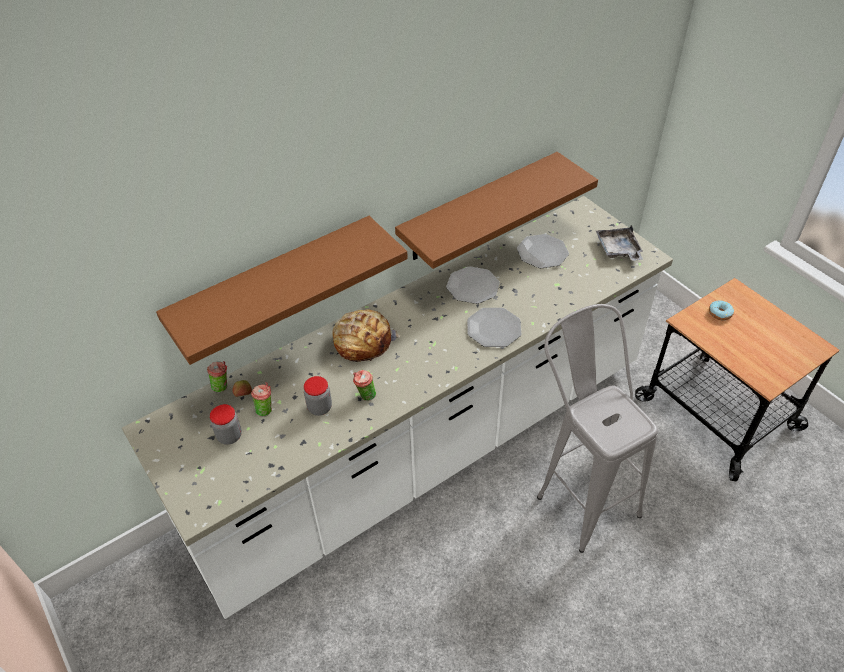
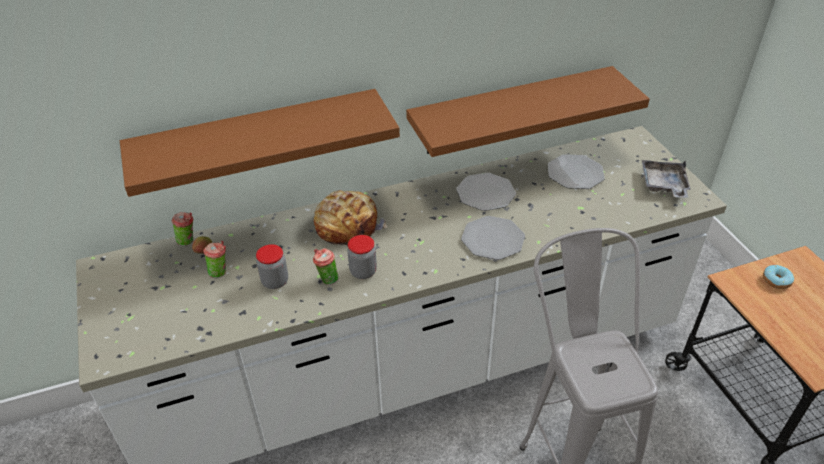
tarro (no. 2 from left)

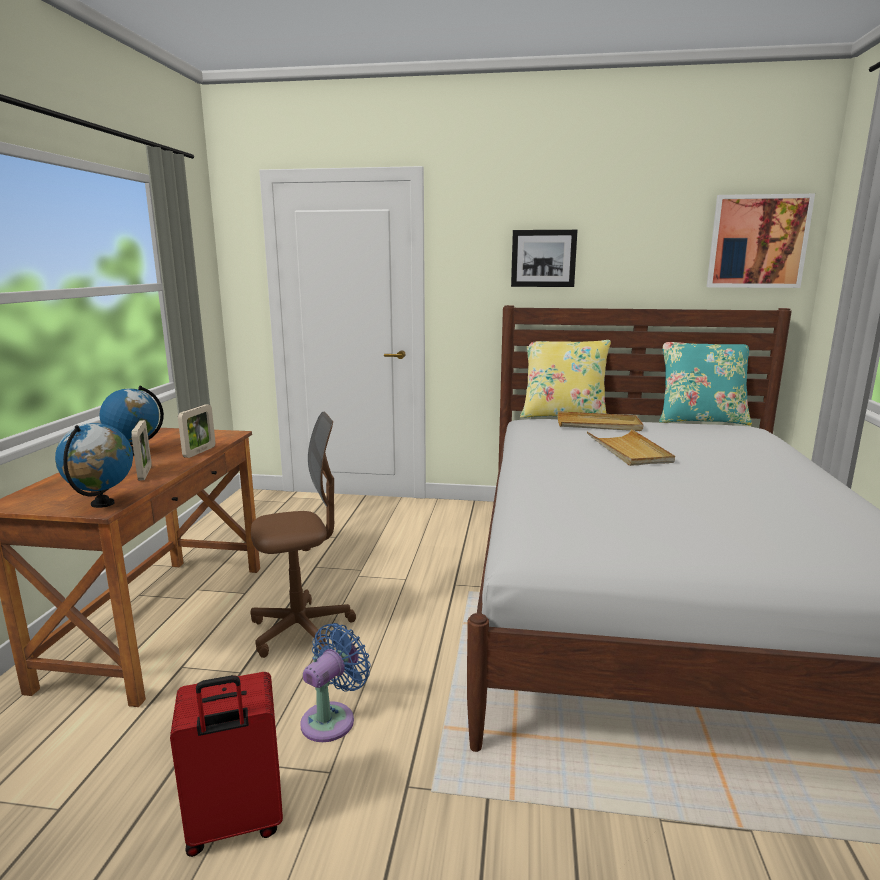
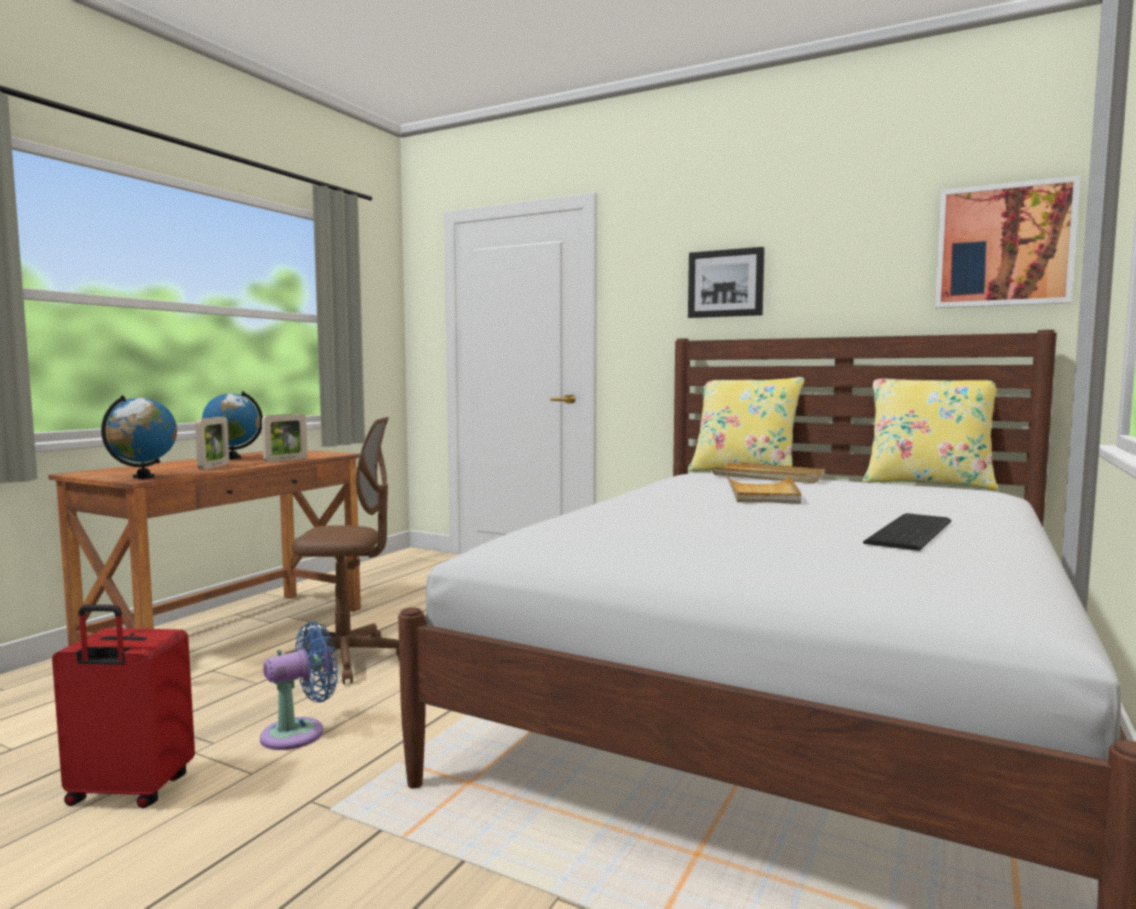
cojín [amarillo] (no. 2 from left); teclado

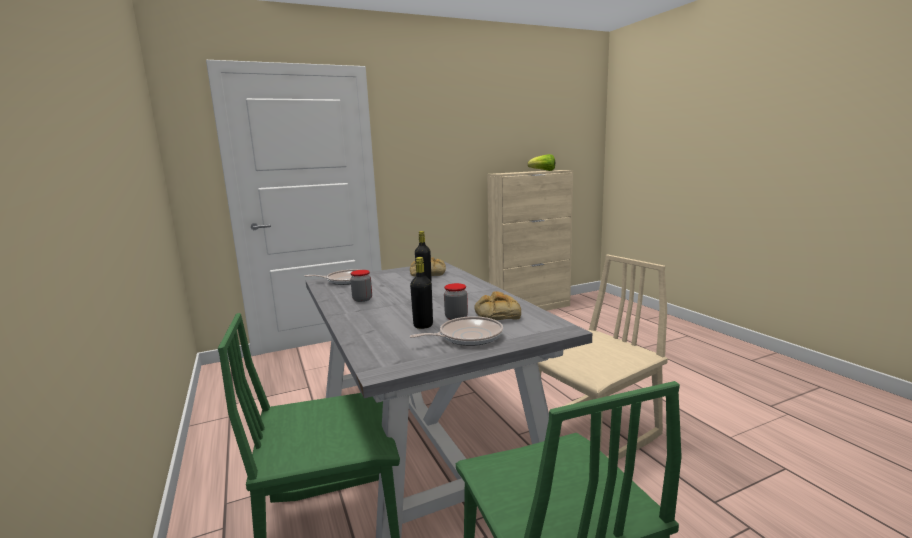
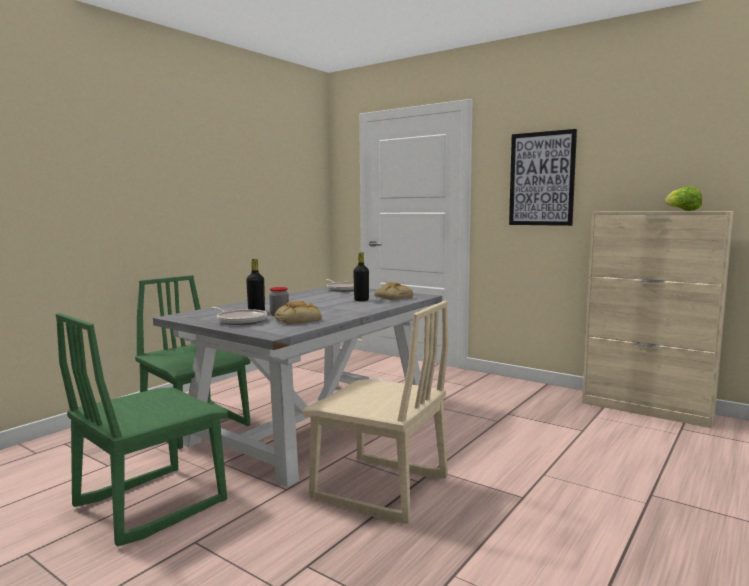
tarro (no. 1 from left in the first image); cuadro

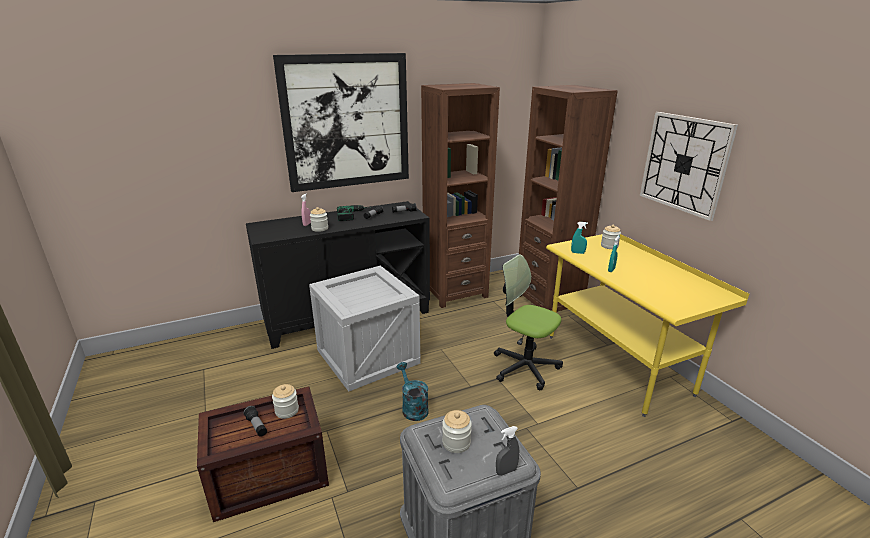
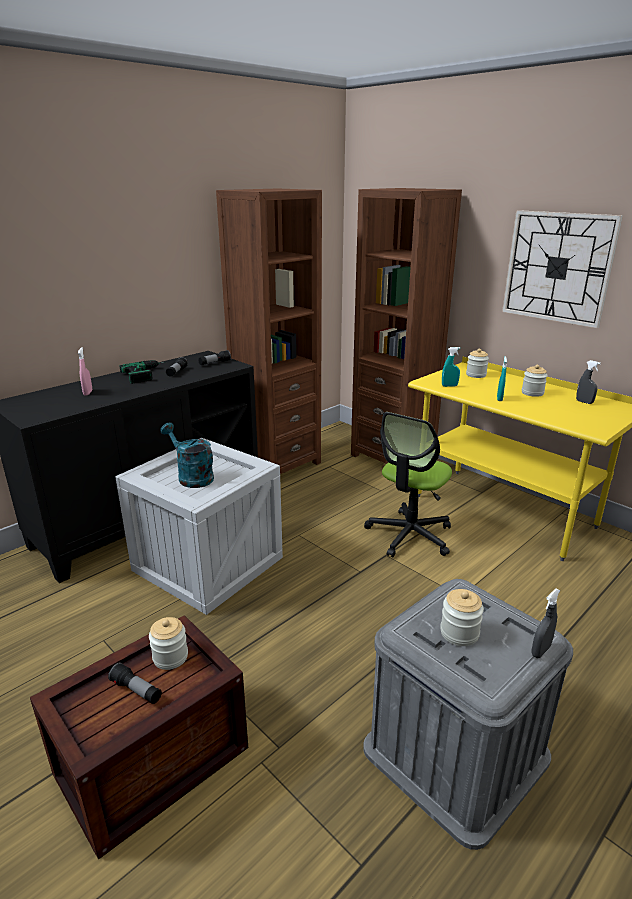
cuadro; tarro (no. 4 from left); regadera [turquesa]; silla de oficina; pulverizador [gris] (no. 2 from left)

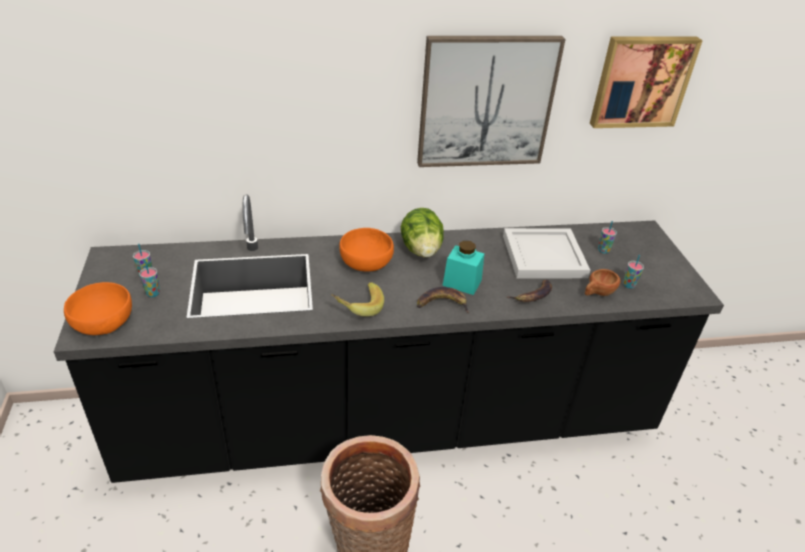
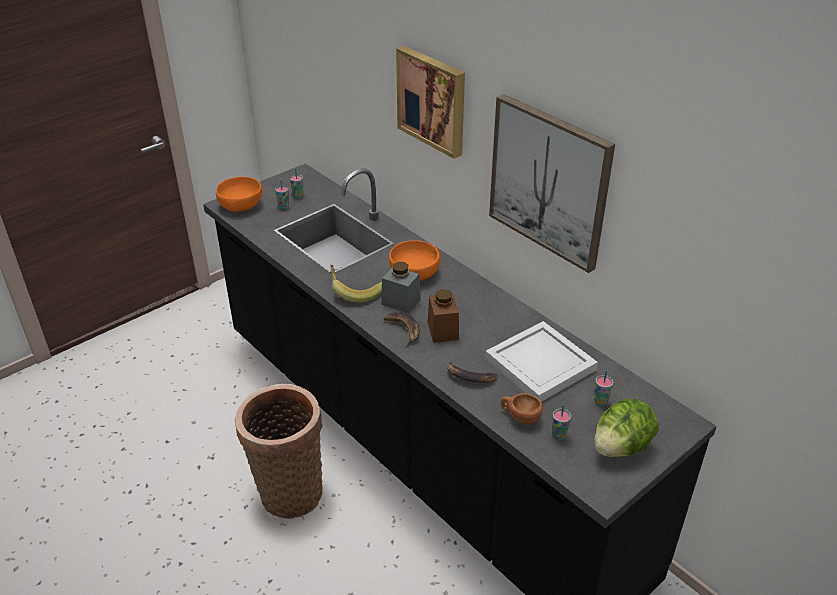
lechuga; tarro [marrón]; cuadro (no. 1 from left); tarro [gris]

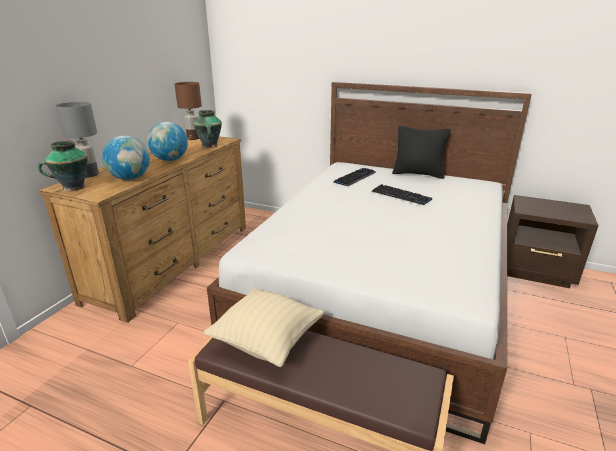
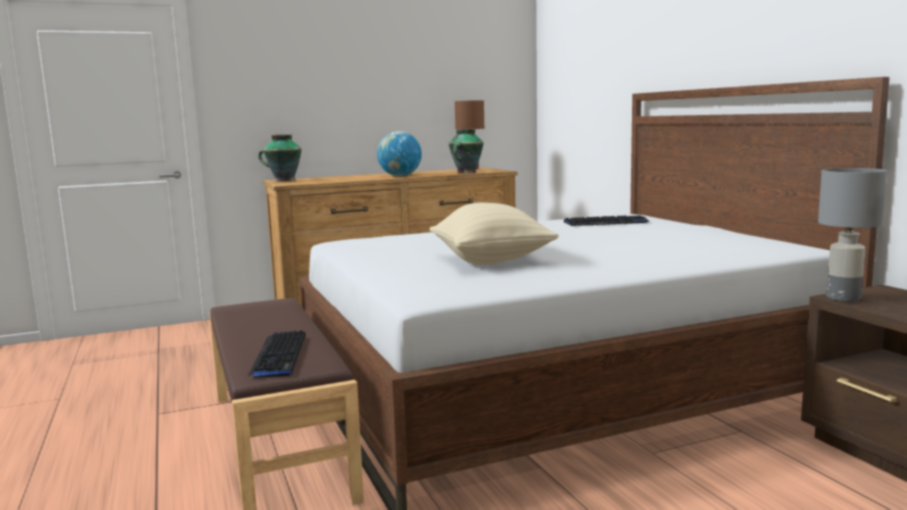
lámpara de mesa [gris]; globo terráqueo (no. 1 from left in the first image); cojín [beis]; teclado (no. 1 from left); cojín [negro]

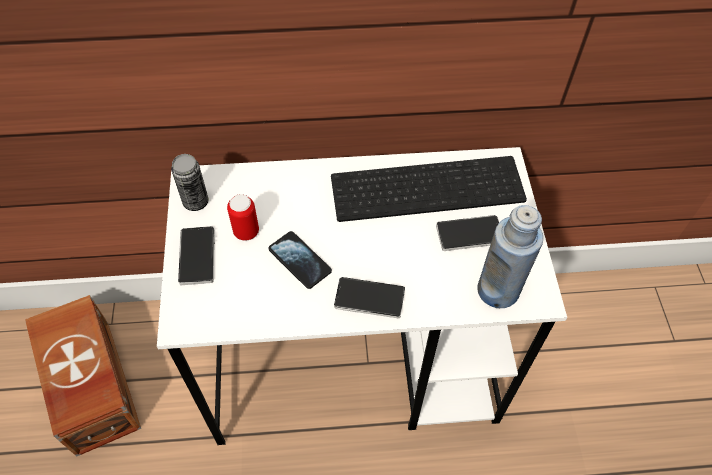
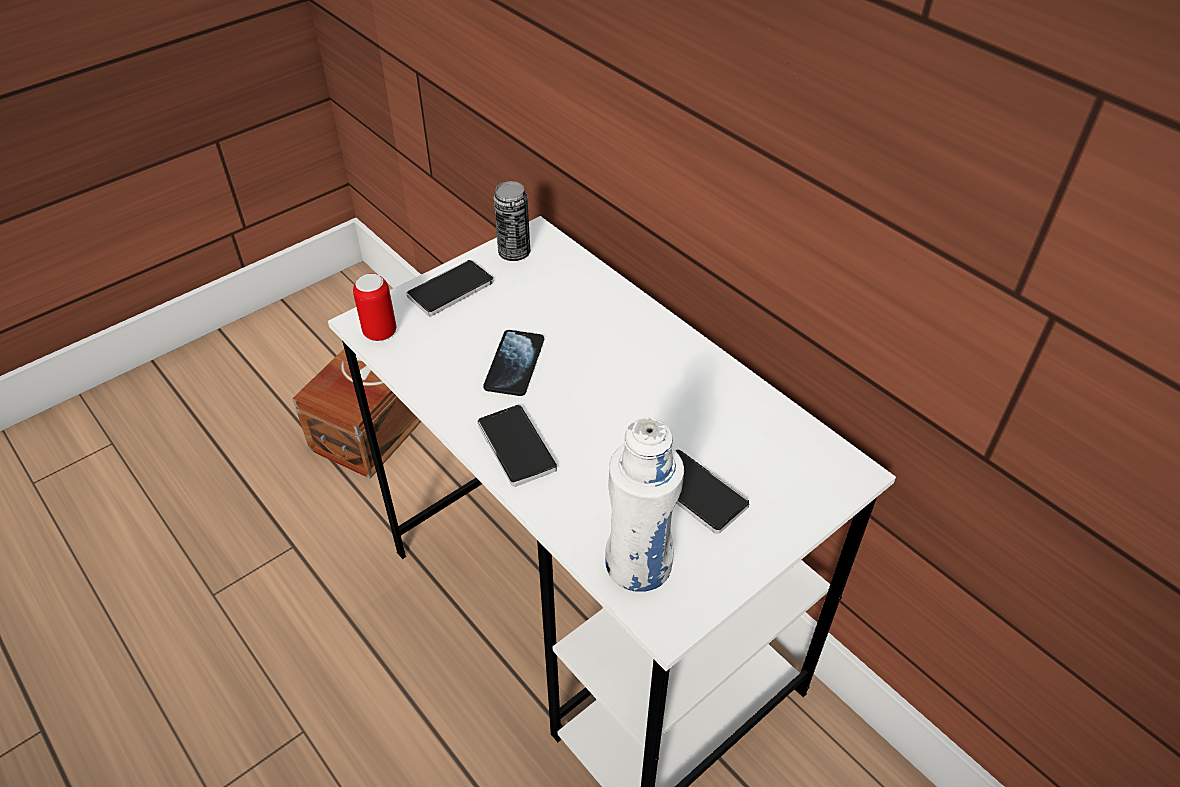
lata (no. 1 from left); teclado; botella [blanco]

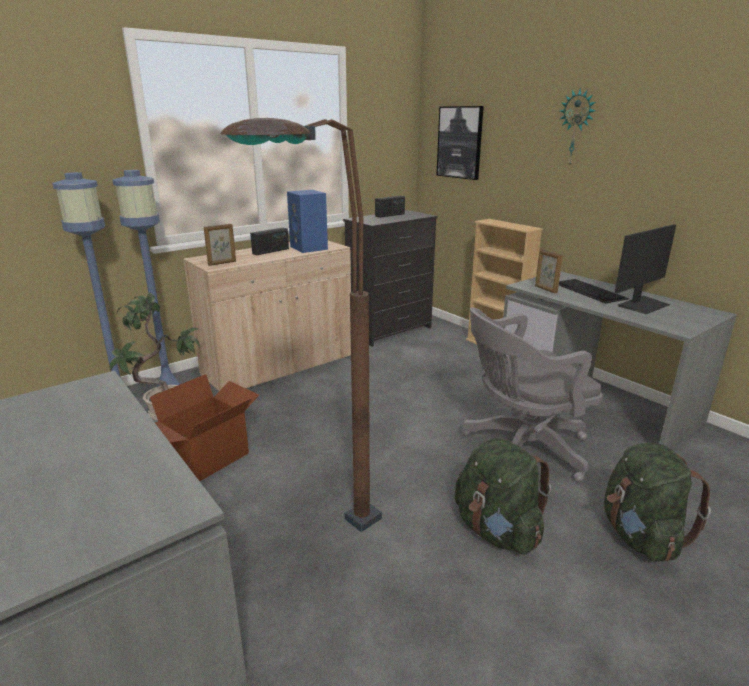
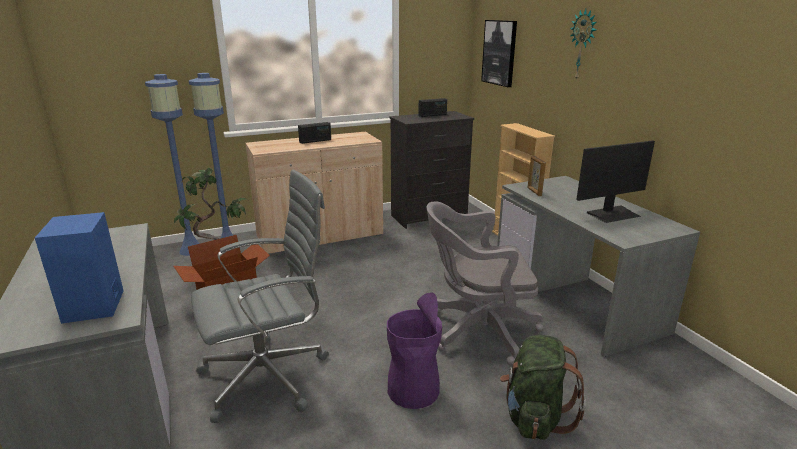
portarretratos (no. 1 from left in the first image); silla de oficina [gris] (no. 1 from left); altavoz [azul]; papelera [morado]; teclado

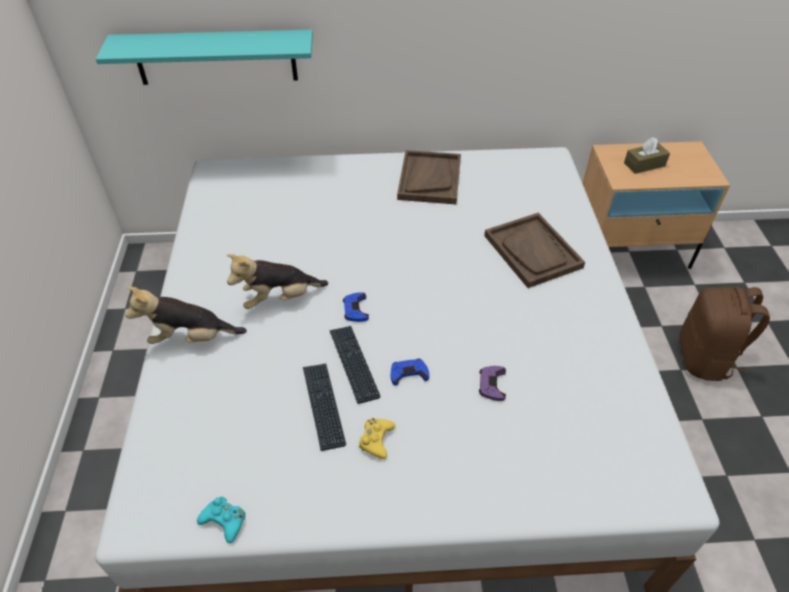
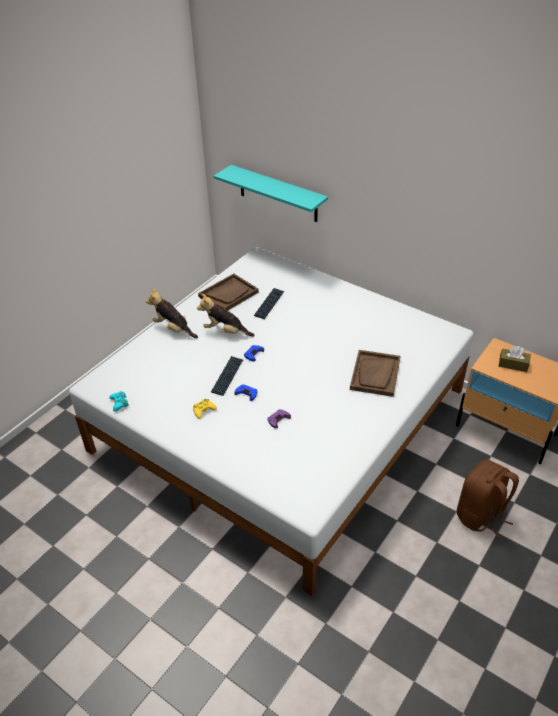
teclado (no. 2 from left); bandeja [marrón] (no. 1 from left)

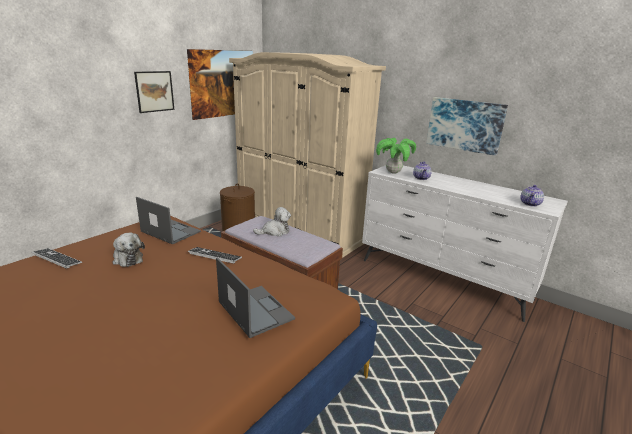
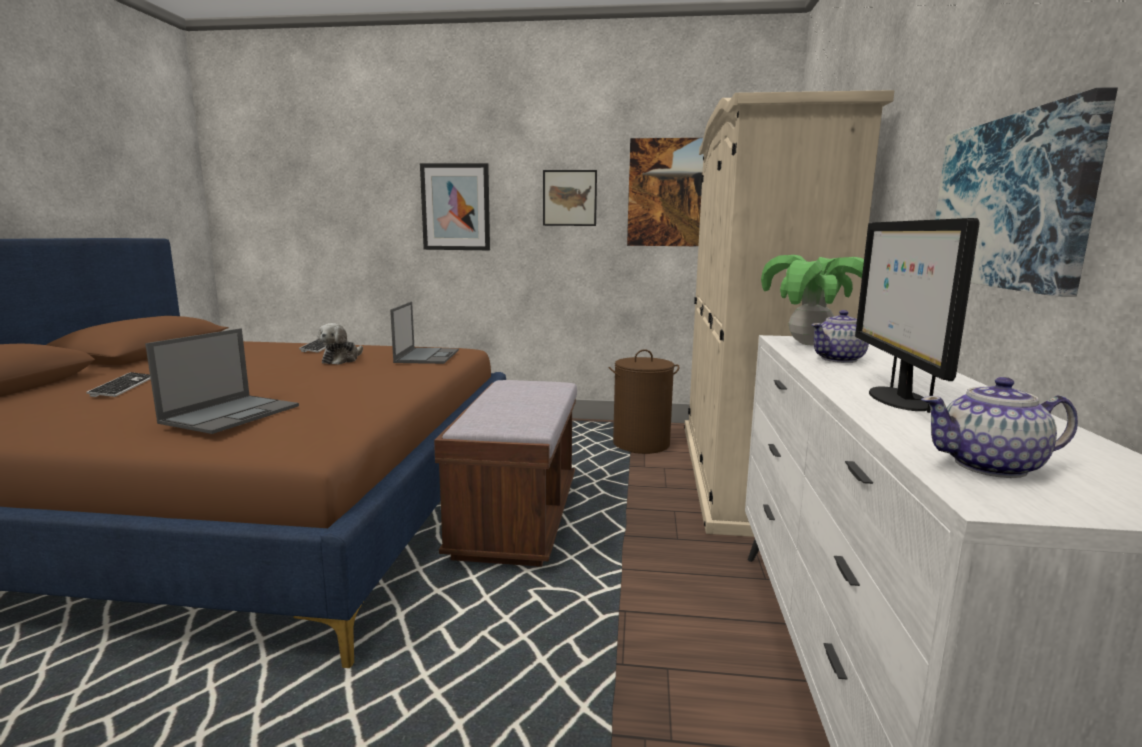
teclado (no. 1 from left); peluche (no. 2 from left in the first image); cuadro (no. 1 from left); monitor

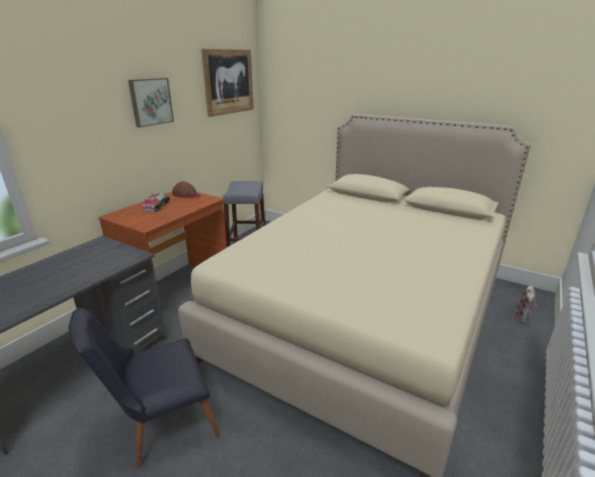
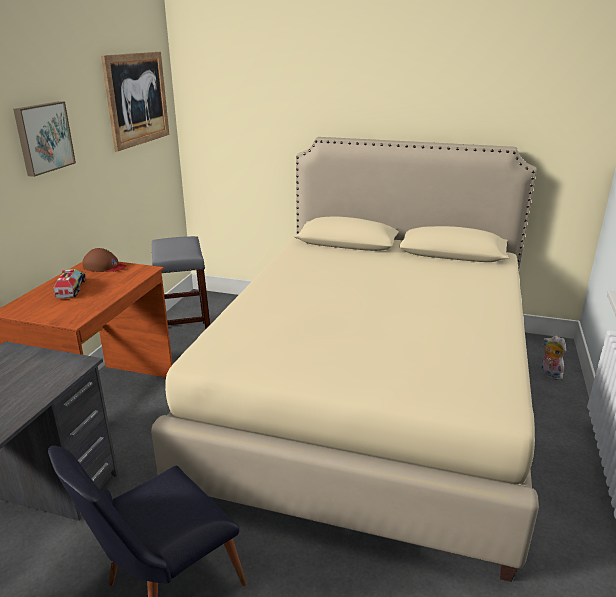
peluche

